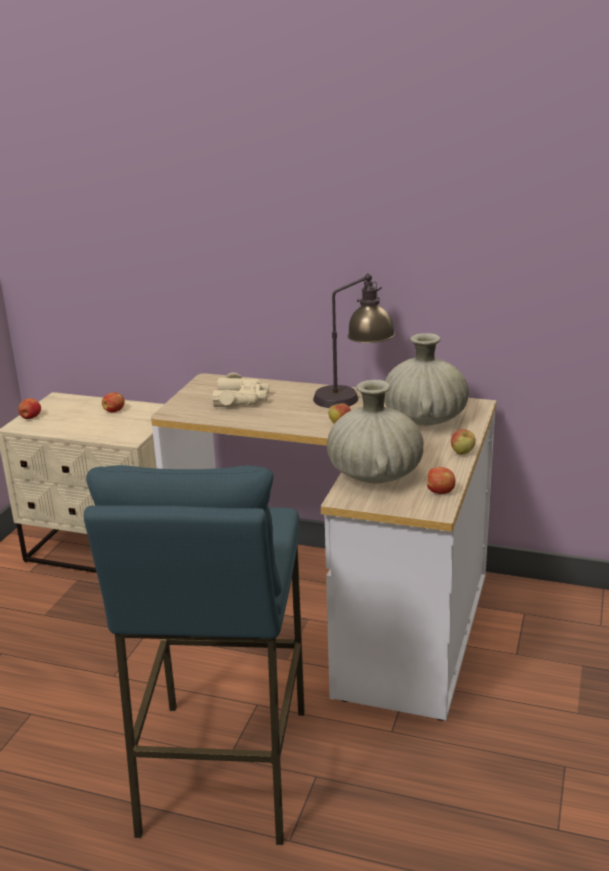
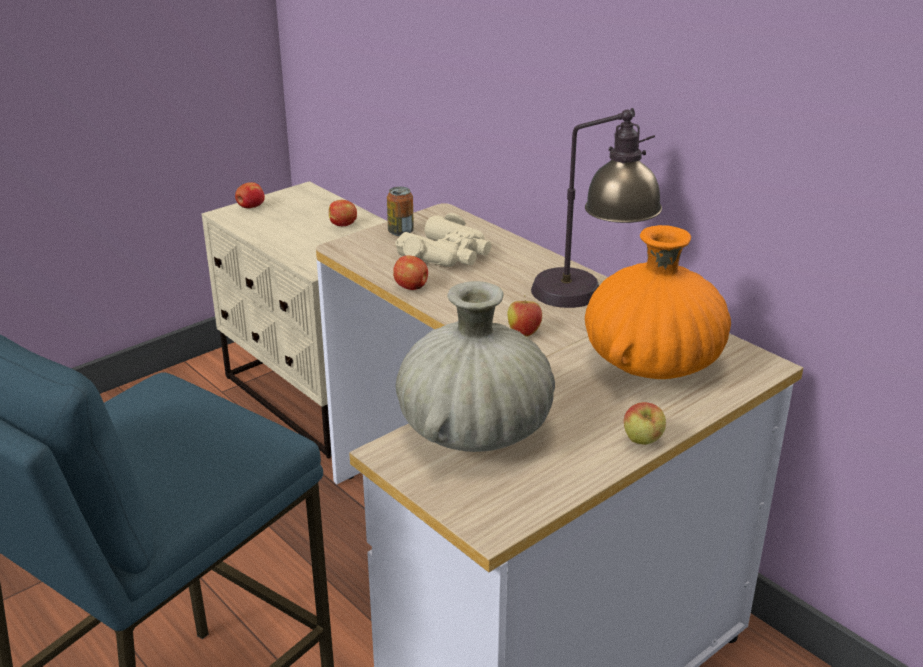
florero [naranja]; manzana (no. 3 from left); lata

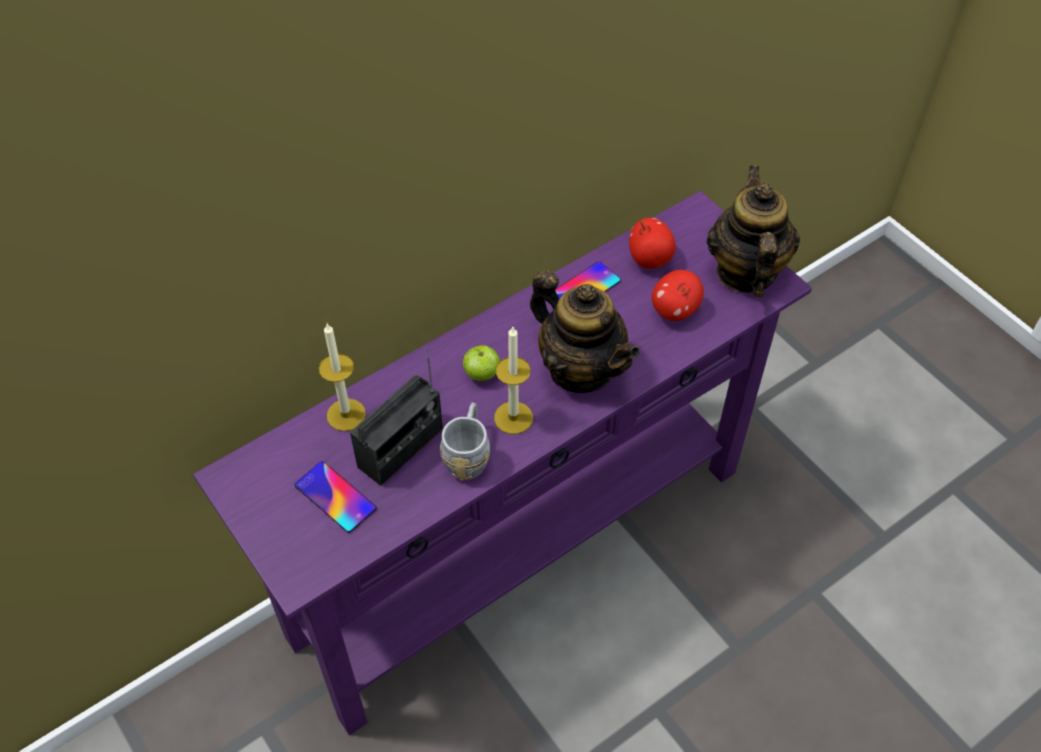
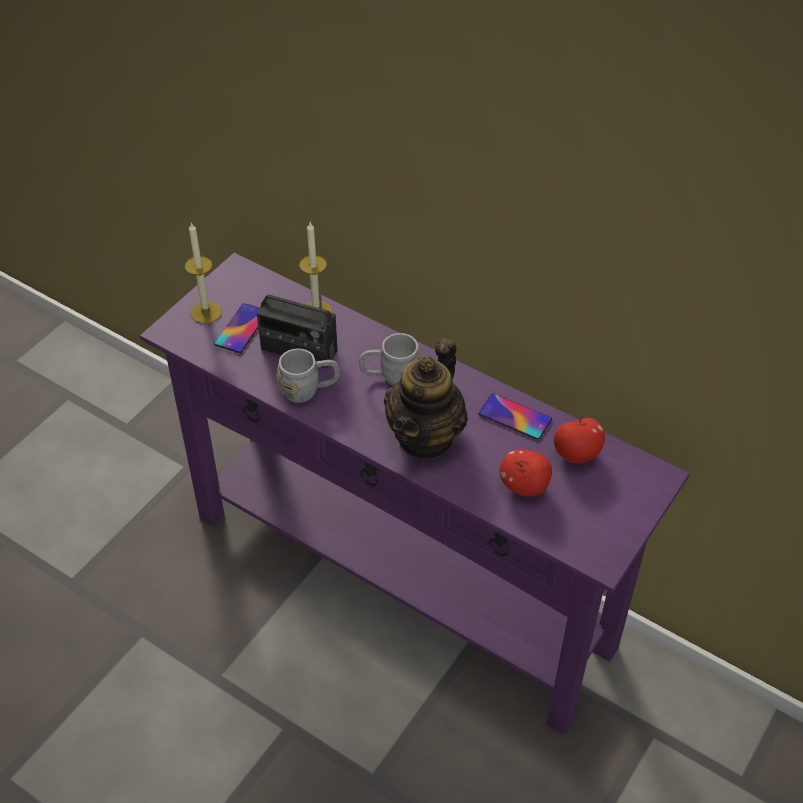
taza grande [gris] (no. 2 from left); vela (no. 1 from left); tetera (no. 2 from left in the first image)

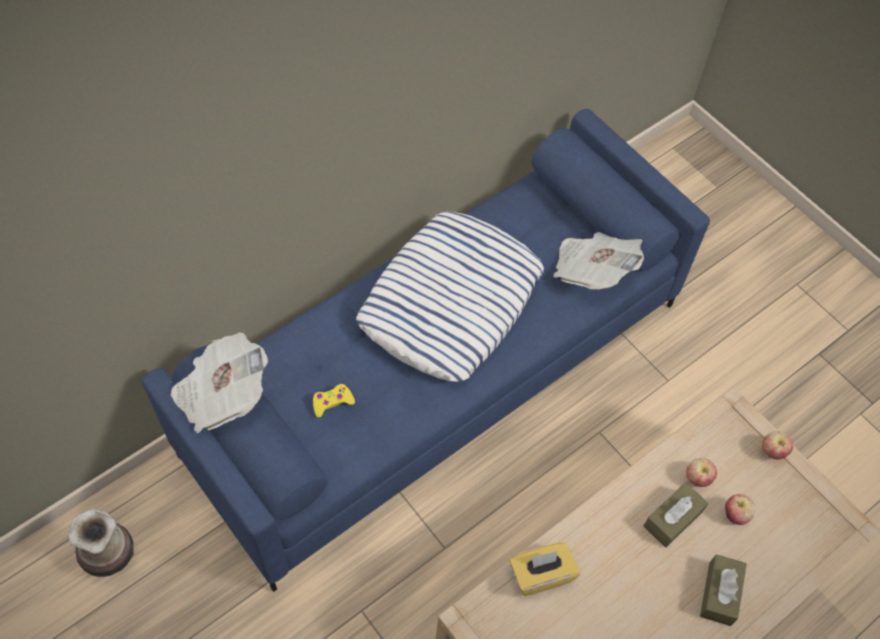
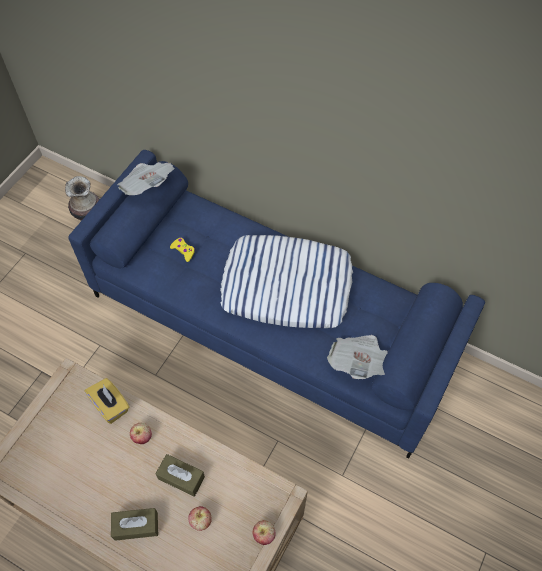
manzana (no. 1 from left)

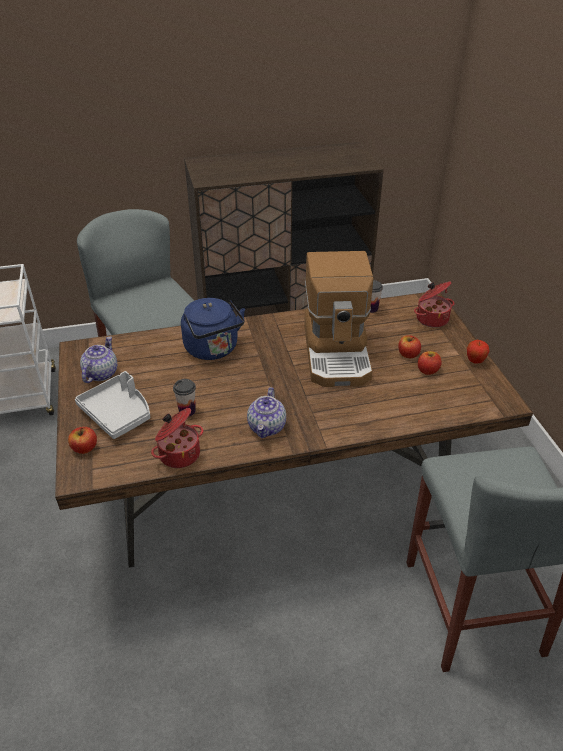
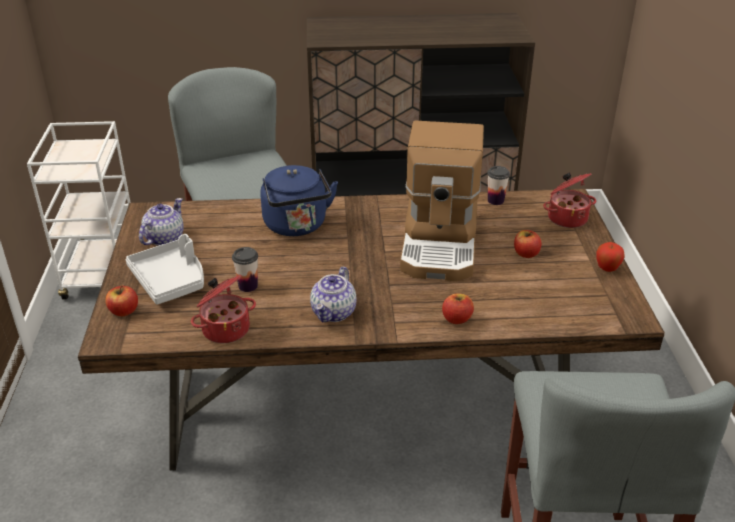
manzana (no. 2 from left)

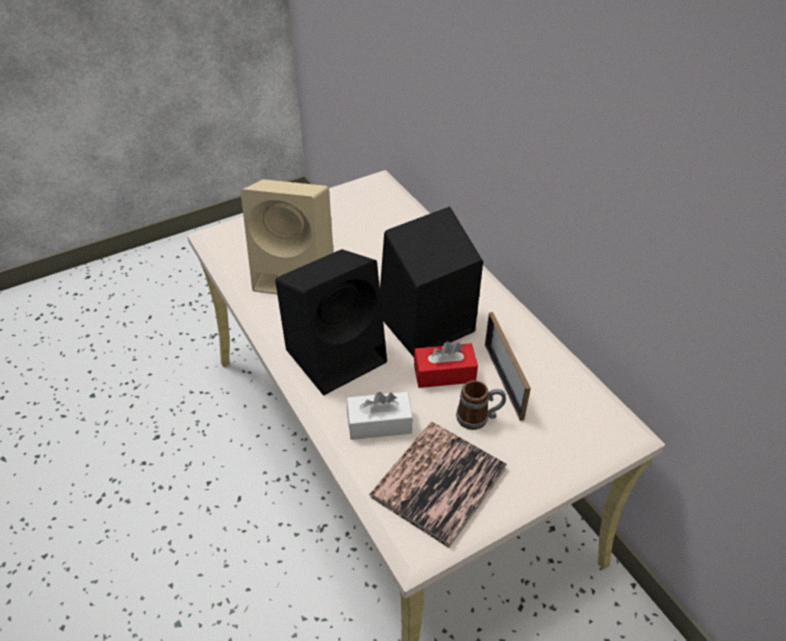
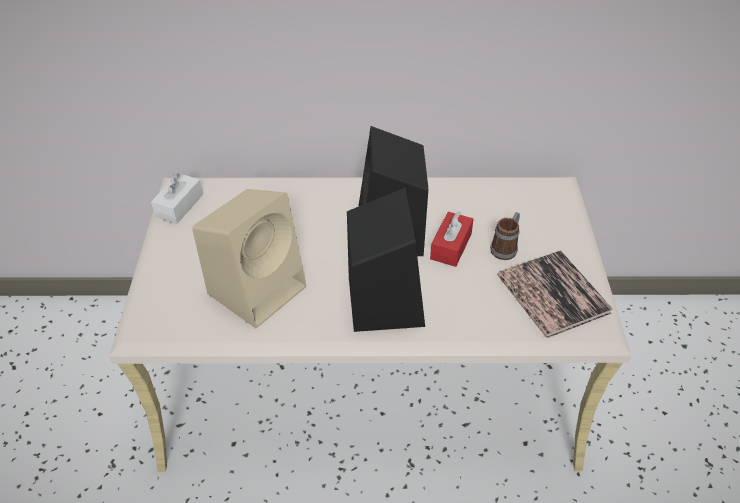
caja de pañuelos [blanco]; portarretratos

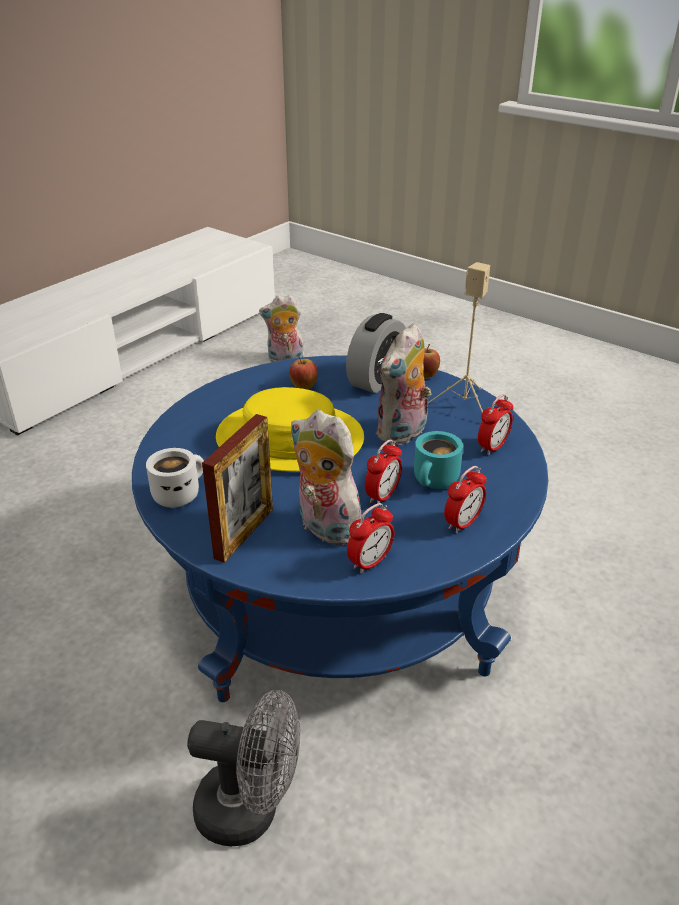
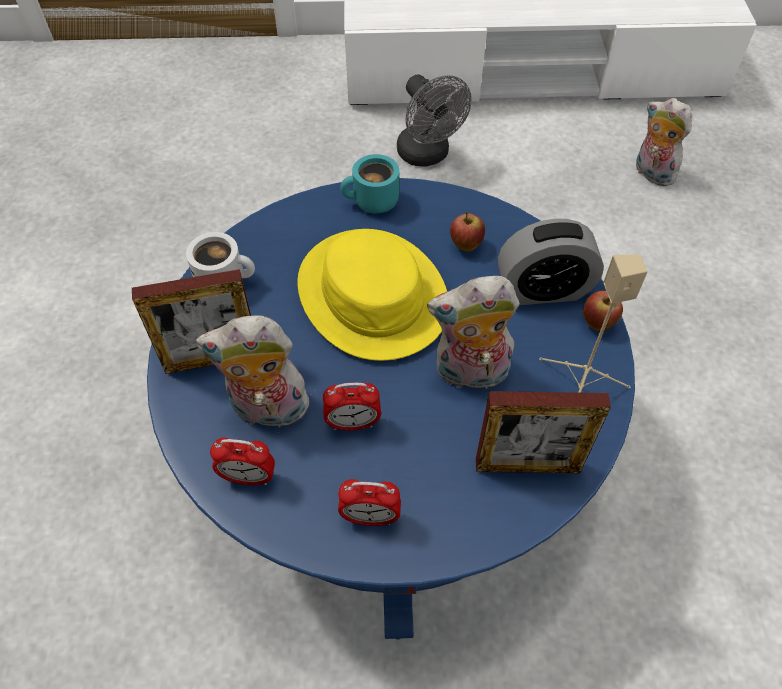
ventilador [gris]; peluche (no. 1 from left); taza grande [turquesa]; portarretratos (no. 2 from left)

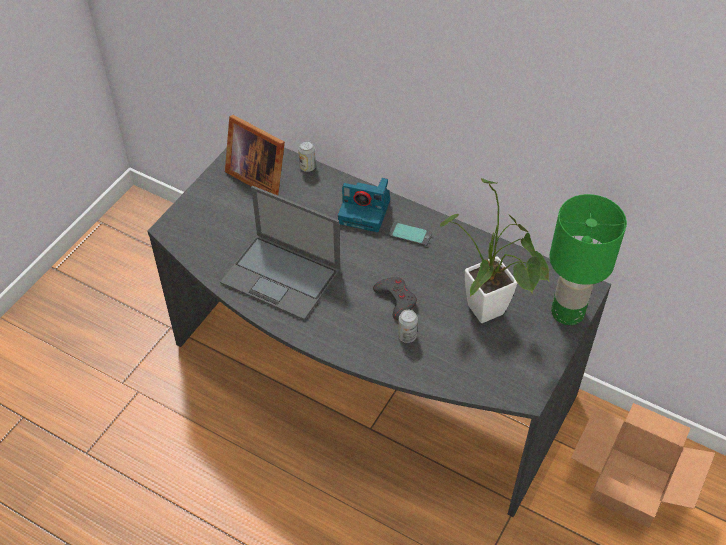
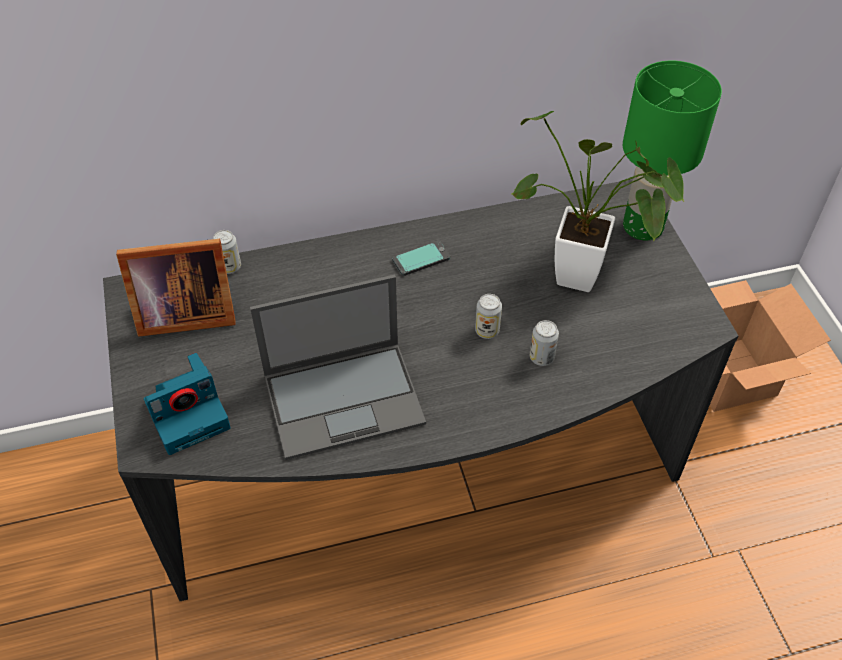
cámara; lata (no. 2 from left)

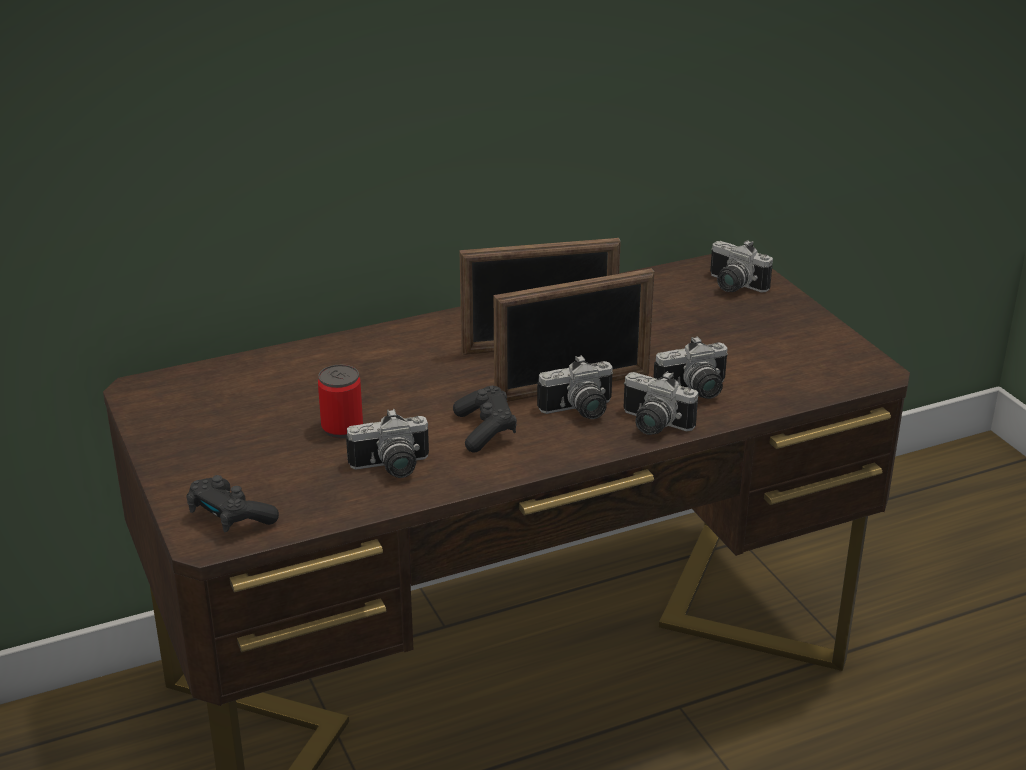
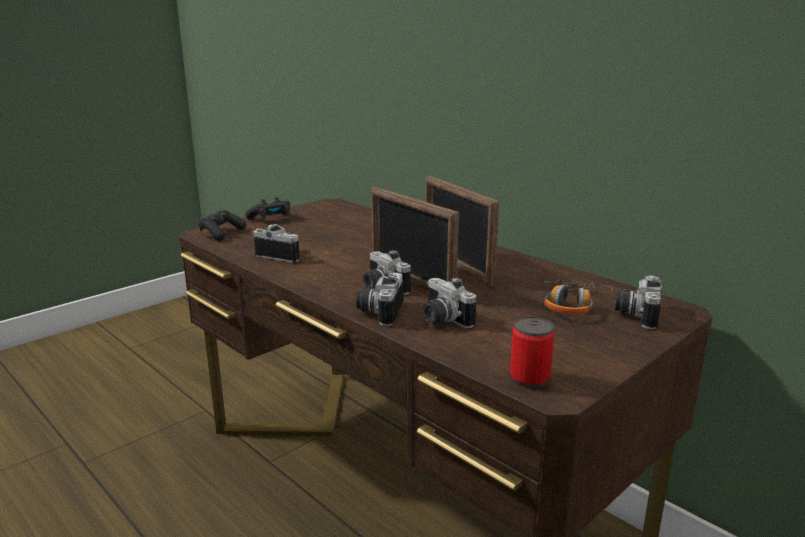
lata; cámara (no. 1 from left); mando de consola [negro] (no. 2 from left); auriculares

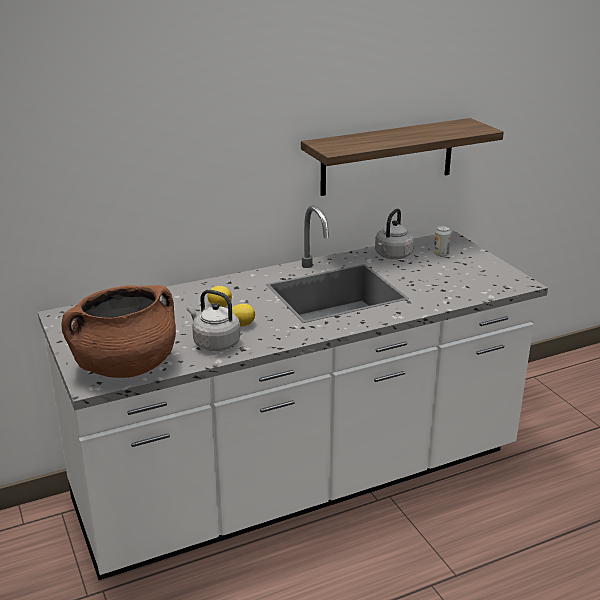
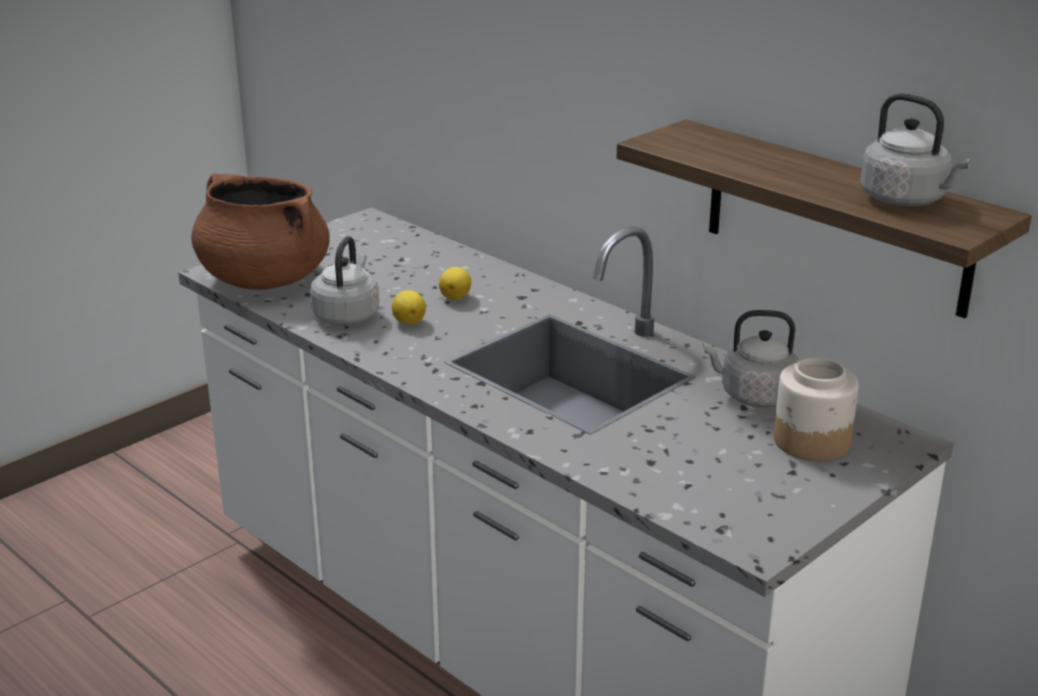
tarro; hervidor [gris] (no. 3 from left)

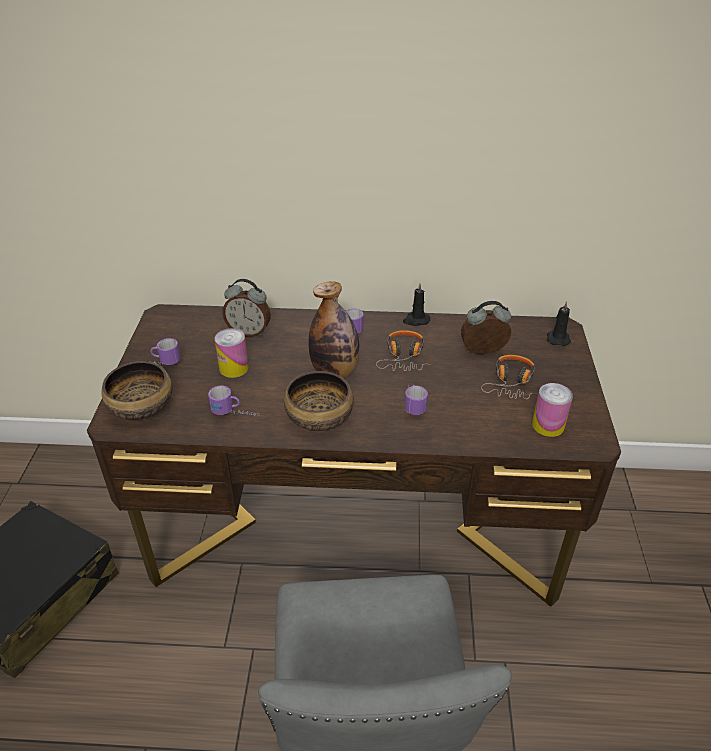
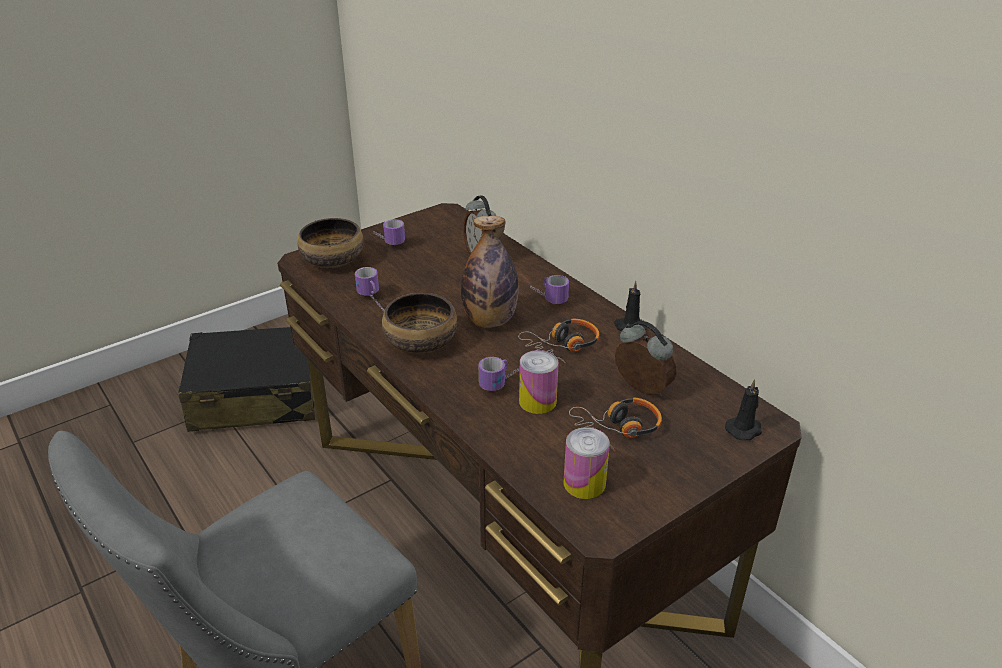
lata (no. 1 from left)

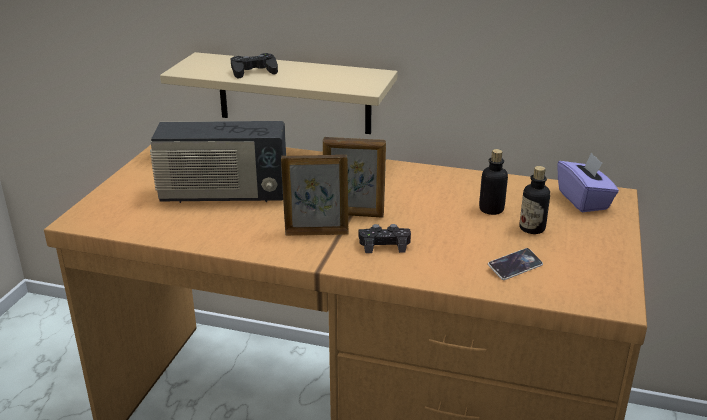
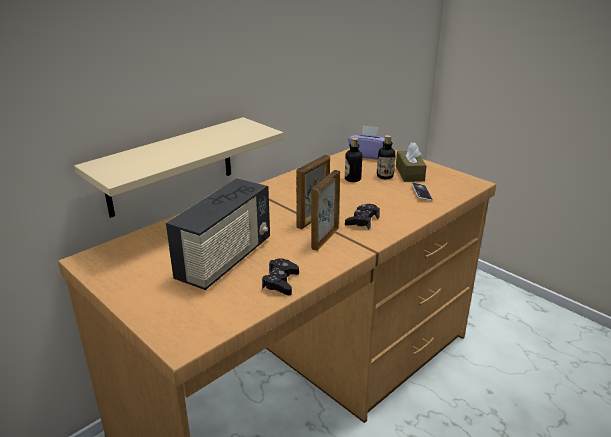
mando de consola [negro] (no. 1 from left); caja de pañuelos [marrón]

